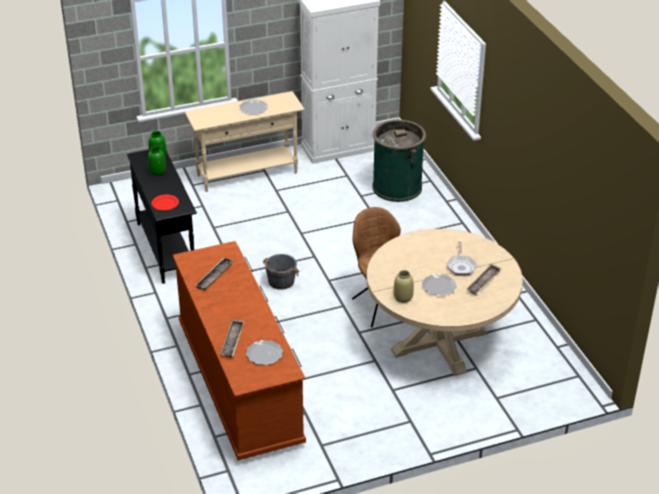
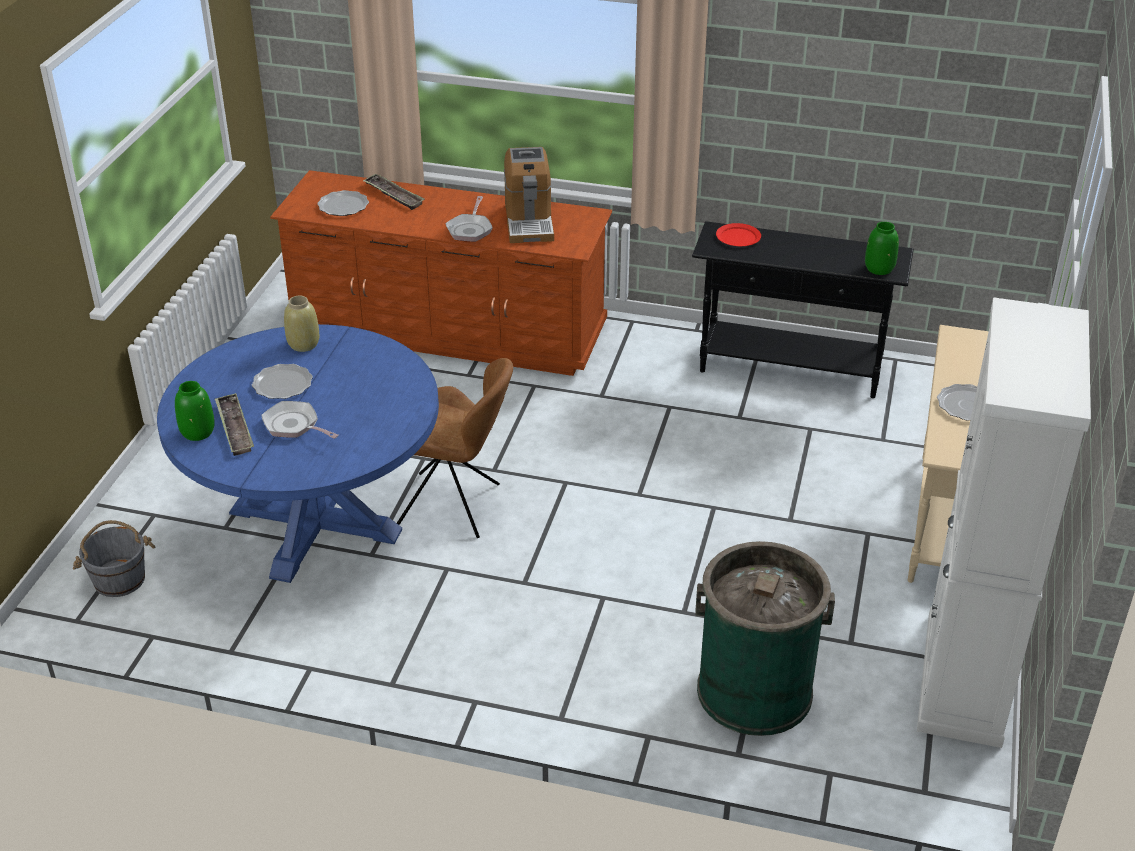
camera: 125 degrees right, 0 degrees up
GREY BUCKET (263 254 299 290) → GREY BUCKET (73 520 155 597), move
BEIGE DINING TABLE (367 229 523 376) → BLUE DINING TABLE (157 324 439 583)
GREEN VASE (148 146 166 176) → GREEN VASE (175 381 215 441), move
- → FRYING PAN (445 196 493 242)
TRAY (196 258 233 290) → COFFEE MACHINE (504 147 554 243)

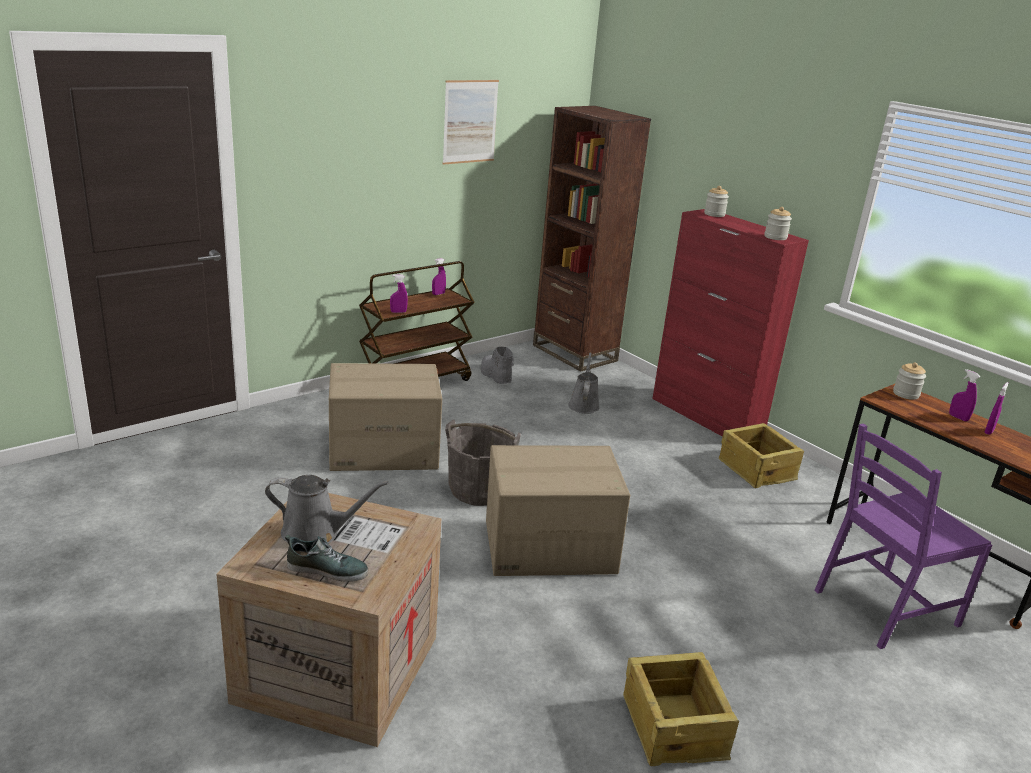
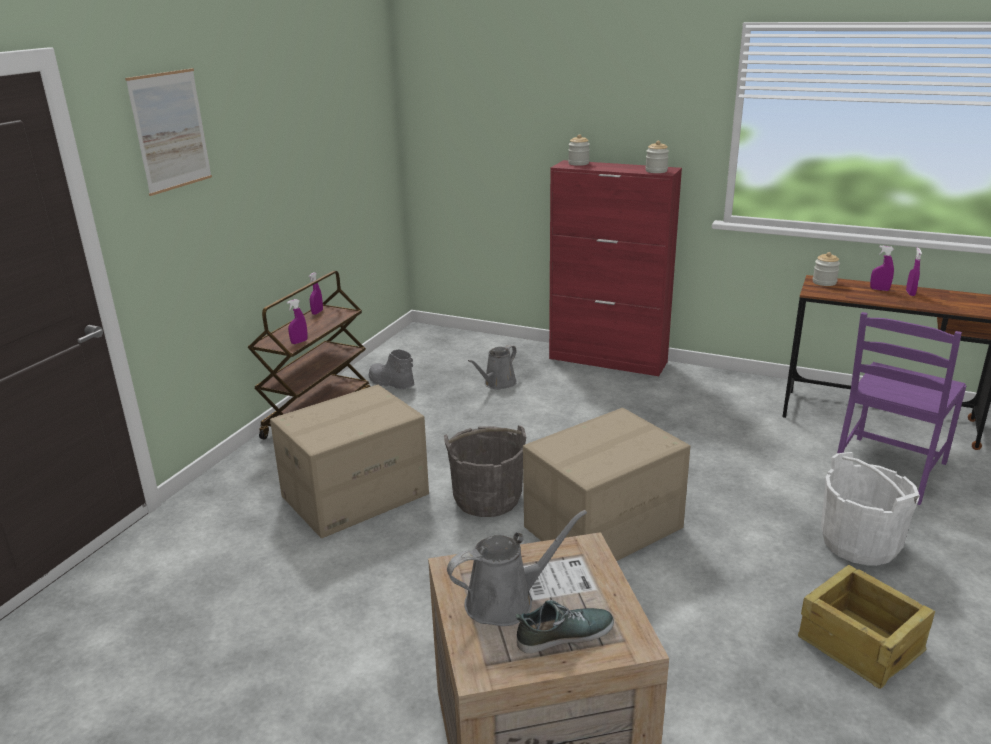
camera: 25 degrees left, 0 degrees up
PICTURE (442 80 499 165) → PICTURE (125 68 212 196), move
GREY WATERING CAN (568 352 600 414) → GREY WATERING CAN (468 345 517 389), 120 degrees counterclockwise
- → WHITE BUCKET (821 452 920 566)
BROWN BOOKCASE (533 106 651 372) → -
CRATE (719 423 804 488) → -

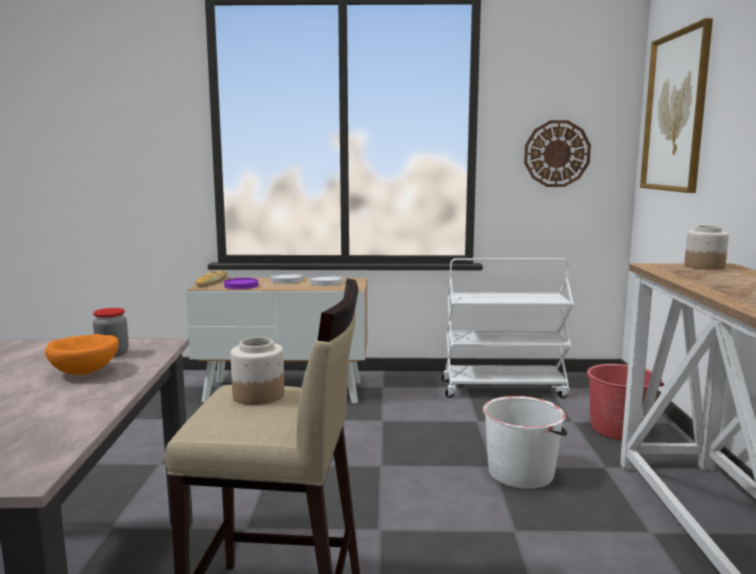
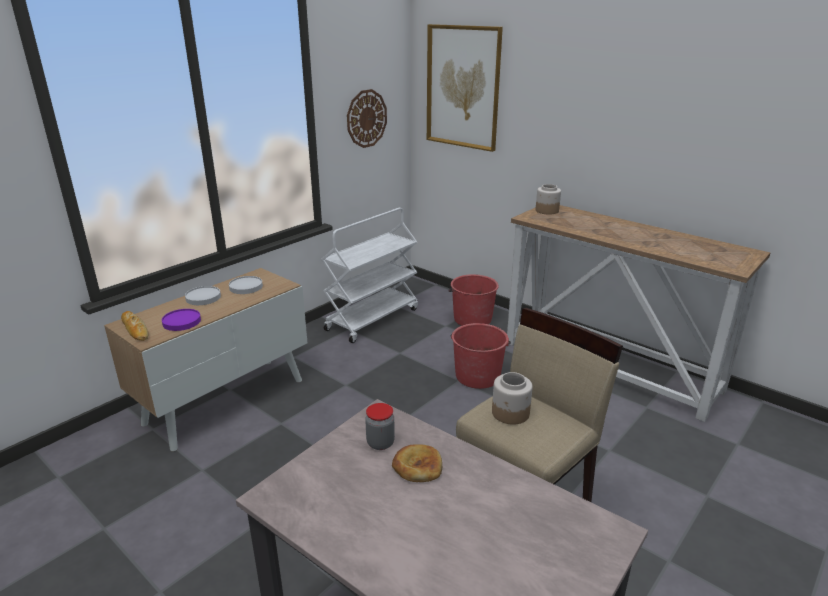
camera: 50 degrees left, 15 degrees up
ORANGE BOWL (45 334 119 375) → BREAD (392 444 442 482)
WHITE BUCKET (483 396 567 489) → RED BUCKET (450 323 511 389)

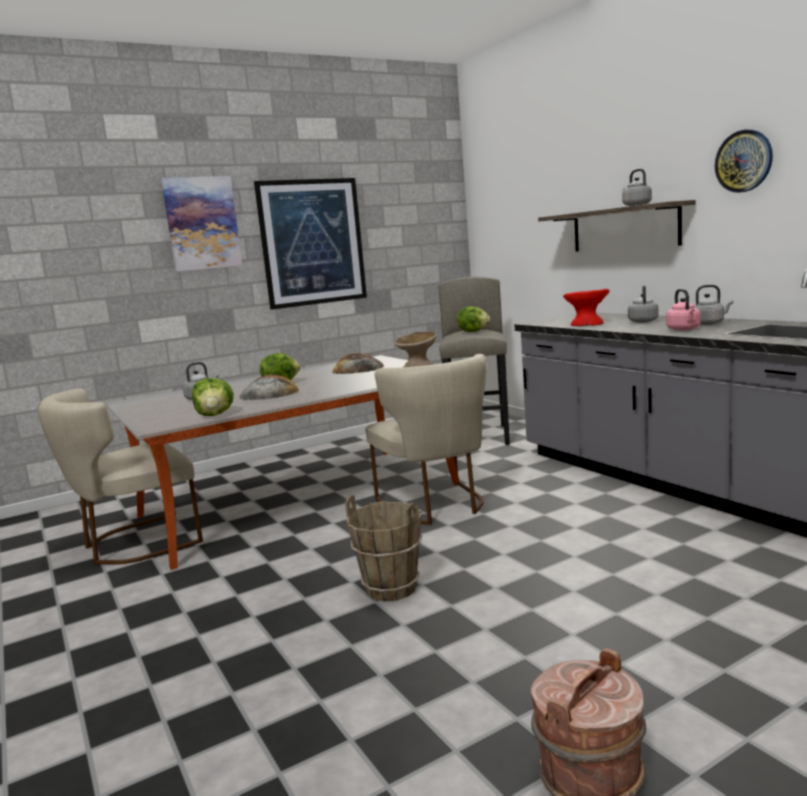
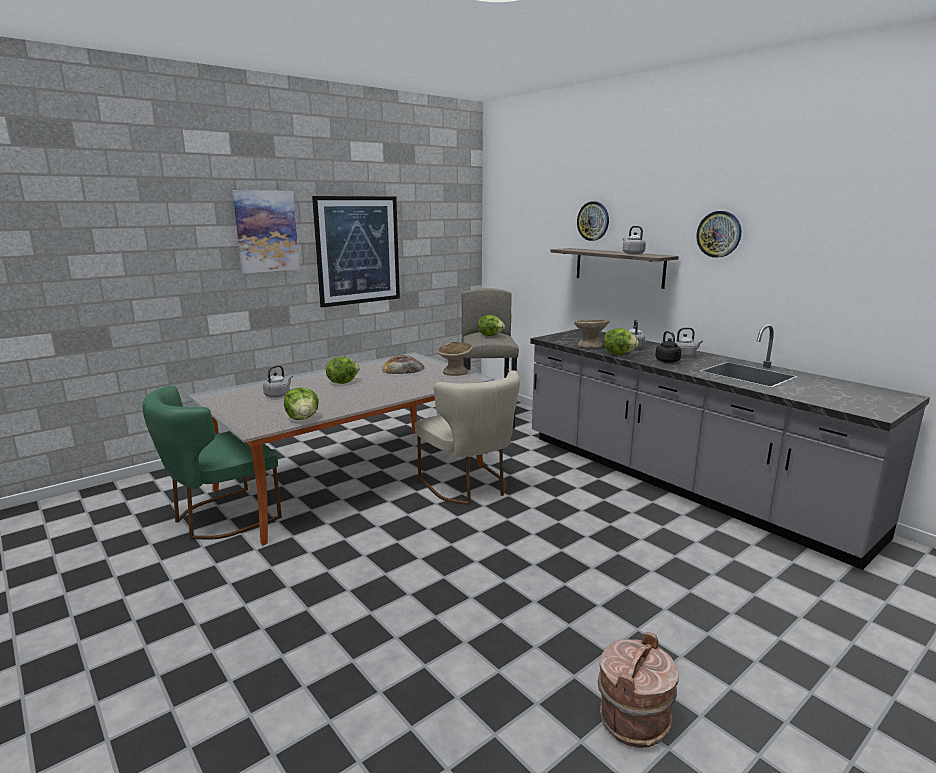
camera: 10 degrees left, 5 degrees up
BEIGE CHAIR (37 388 203 564) → GREEN CHAIR (142 385 282 539)
RED BOWL (563 289 610 326) → BEIGE BOWL (574 320 610 348)
- → WALL CLOCK (577 201 609 241)
- → LETTUCE (604 328 639 355)
PINK KETTLE (666 289 701 330) → BLACK KETTLE (655 331 682 363)
BREAD (239 375 299 400) → -
BROWN BUCKET (345 495 423 602) → -

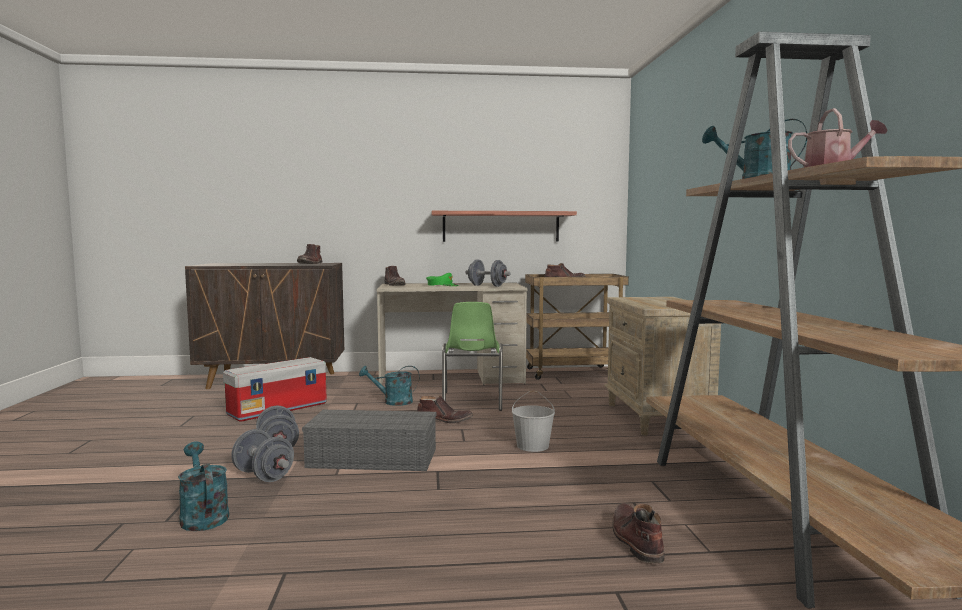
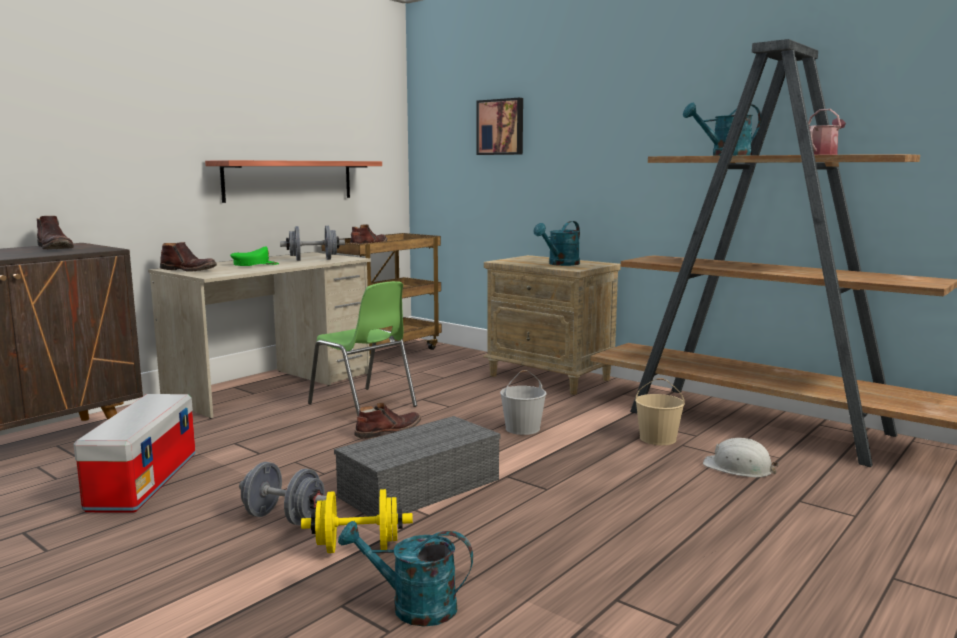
camera: 45 degrees left, 5 degrees up
GREY DUMBBELL (231 429 294 482) → YELLOW DUMBBELL (301 489 413 553)
- → PICTURE (476 98 523 155)
TURQUOISE WATERING CAN (359 366 420 406) → TURQUOISE WATERING CAN (533 221 580 266), move
- → BEIGE BUCKET (635 378 685 445)
BROWN BOOT (612 503 665 563) → WHITE HARD HAT (703 438 779 478)

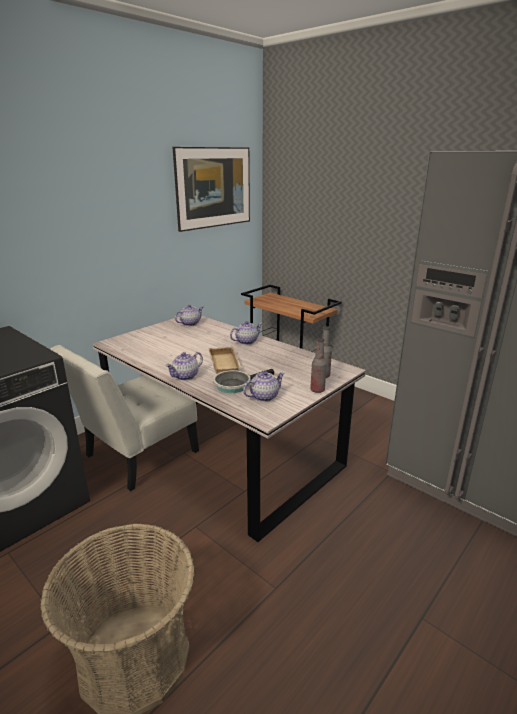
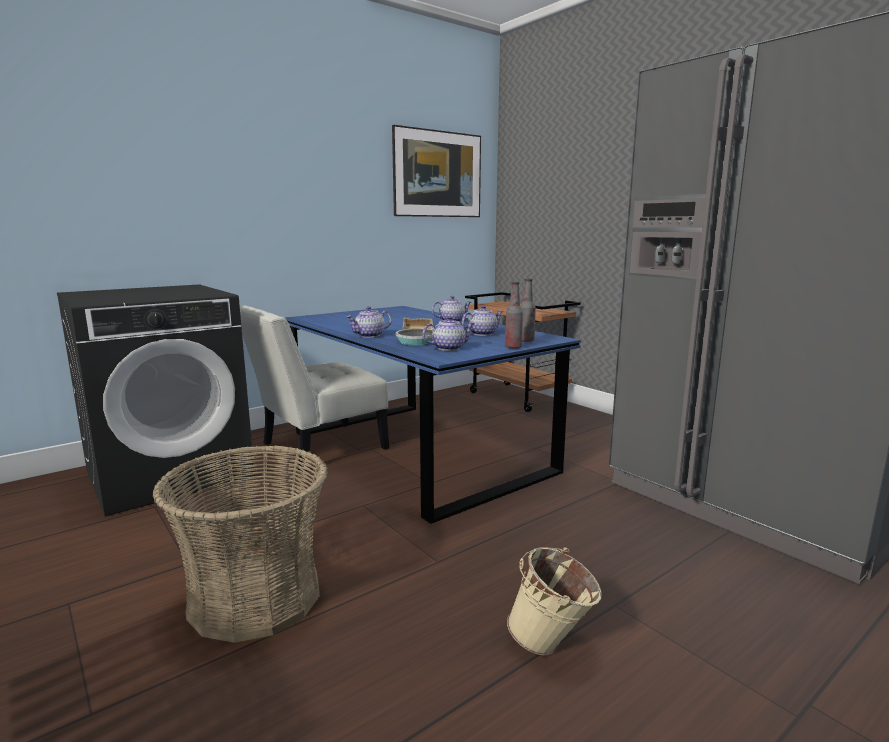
camera: 10 degrees right, 10 degrees down
GREY DINING TABLE (92 316 366 542) → BLUE DINING TABLE (285 306 581 524)
TEAPOT (175 305 203 326) → TEAPOT (462 305 503 336), move
- → BEIGE BUCKET (507 547 602 655)

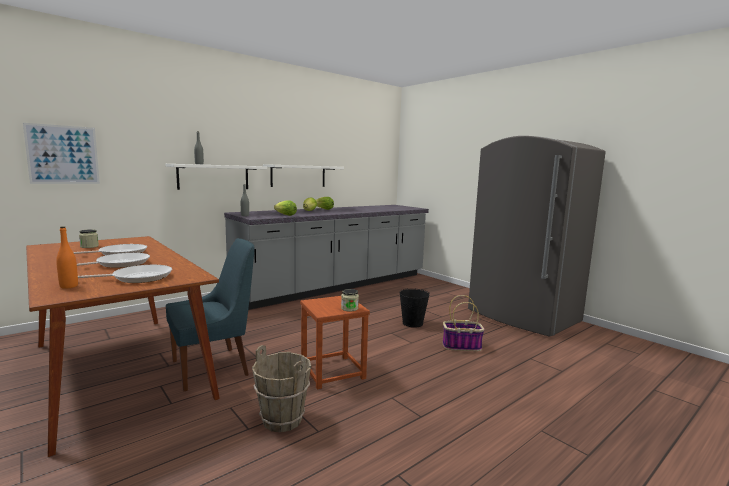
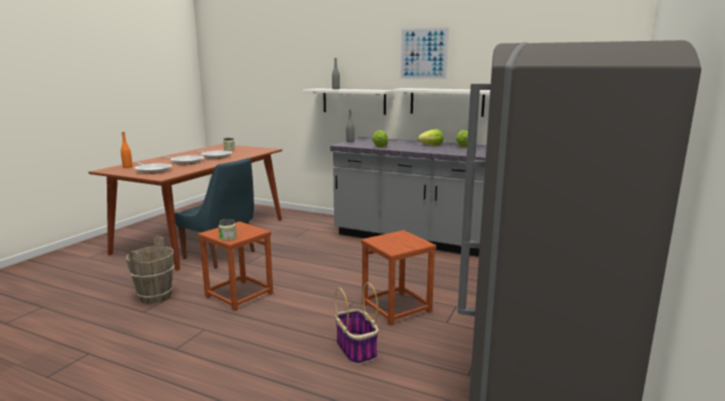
camera: 65 degrees right, 5 degrees up
BLACK BUCKET (399 288 430 328) → BROWN STOOL (361 230 436 326)
PICTURE (23 123 100 184) → PICTURE (400 27 449 80), move

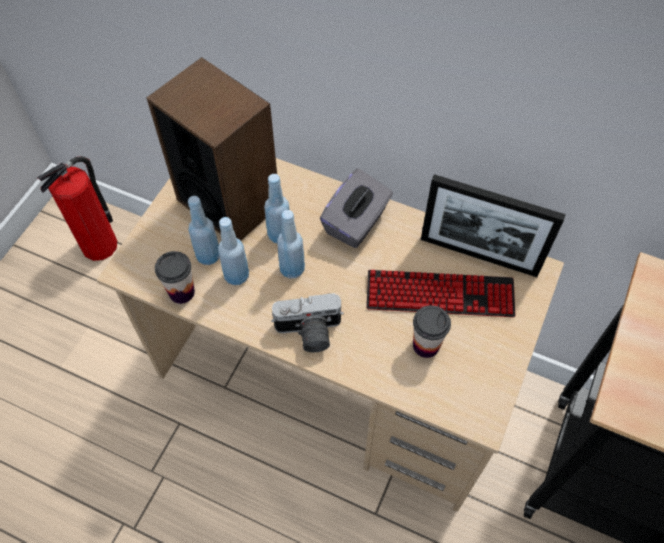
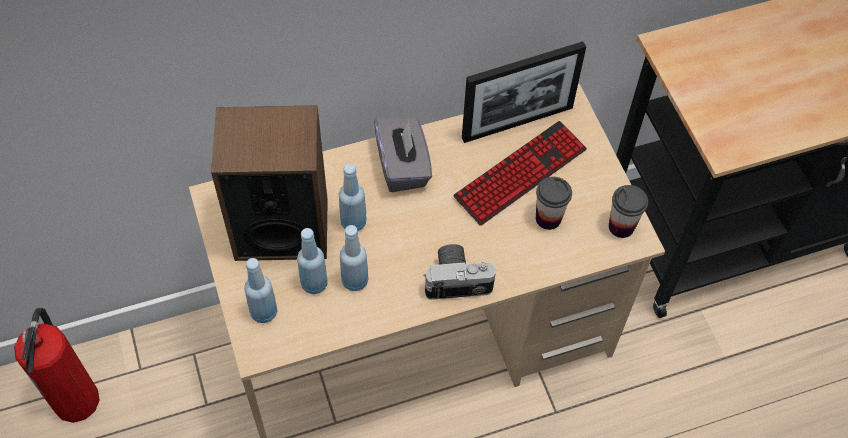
camera: 45 degrees left, 0 degrees up
BLUE BOTTLE (277 210 305 278) → BLUE BOTTLE (244 258 278 323), move
PHOTO CAMERA (271 293 344 352) → PHOTO CAMERA (423 244 496 300), 135 degrees counterclockwise
CUP (155 251 195 304) → CUP (609 185 648 238), move

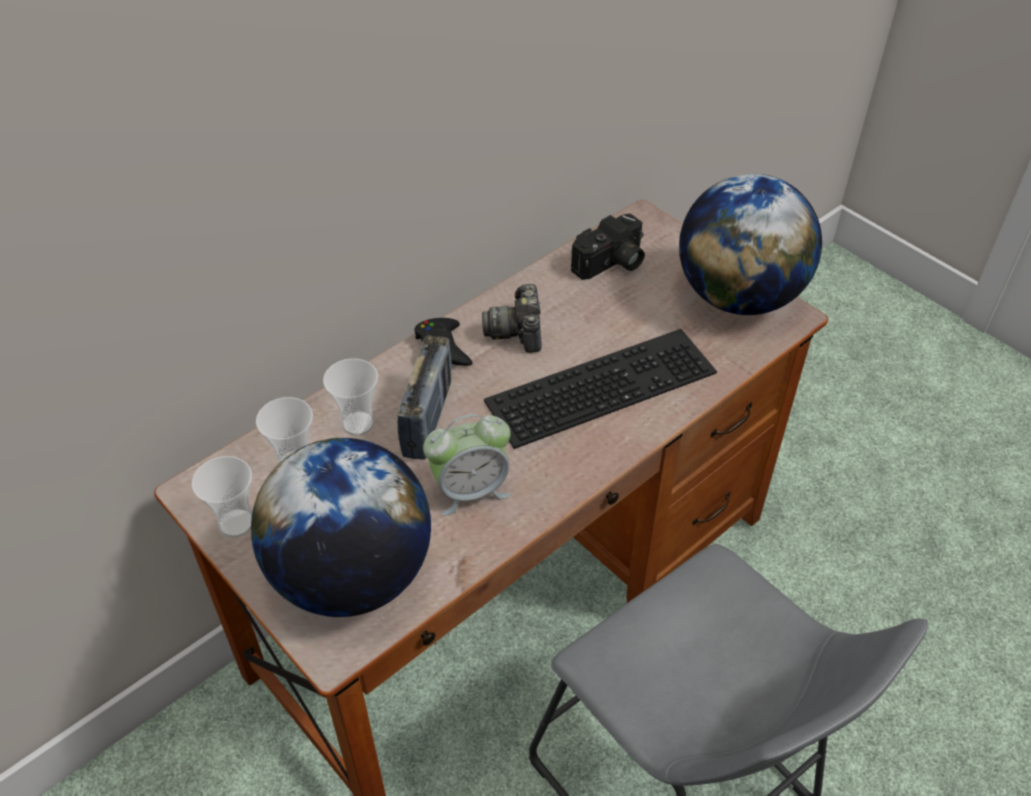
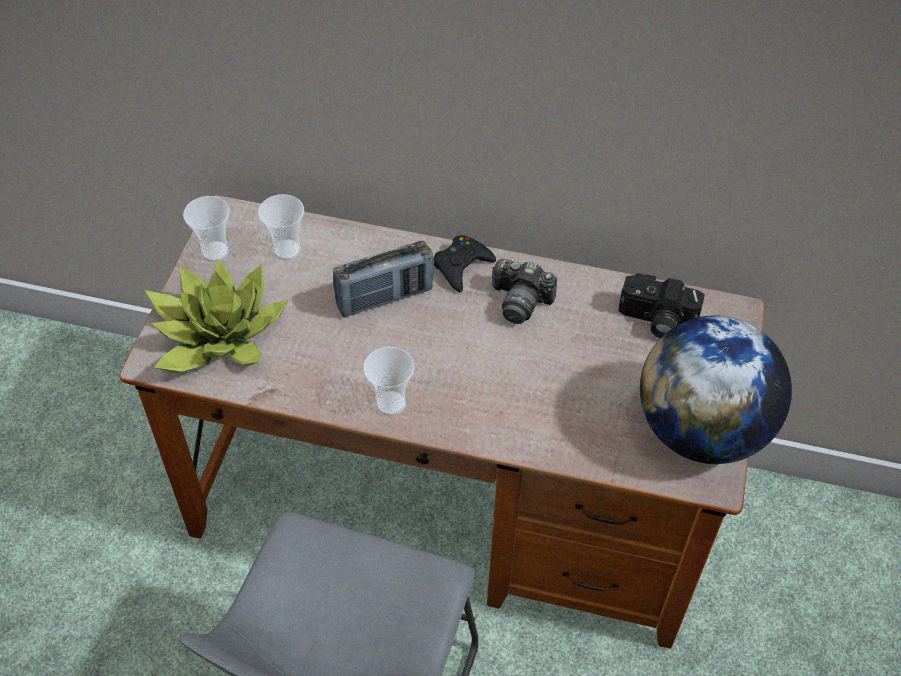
camera: 55 degrees right, 5 degrees up
GLOBE (251 438 431 617) → POTTED PLANT (145 259 289 373)
CUP (323 358 378 436) → CUP (363 347 414 416), move
PHOTO CAMERA (482 284 542 353) → PHOTO CAMERA (491 259 557 324), 120 degrees counterclockwise
ALARM CLOCK (423 414 511 516) → -
KEYBOARD (484 329 717 449) → -

